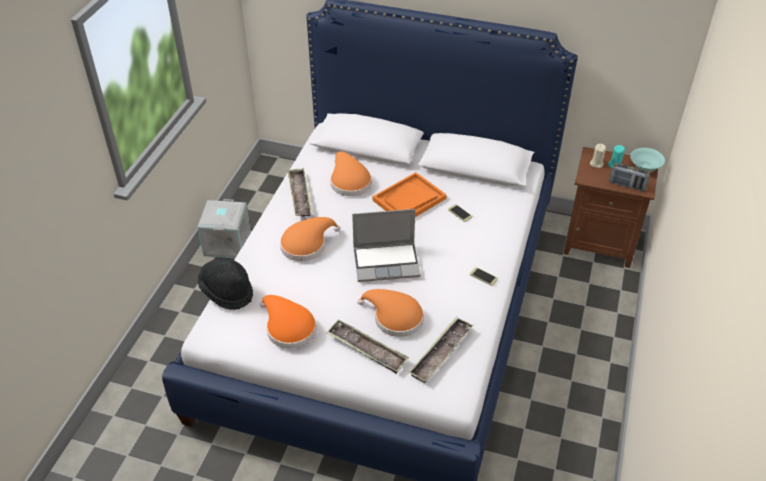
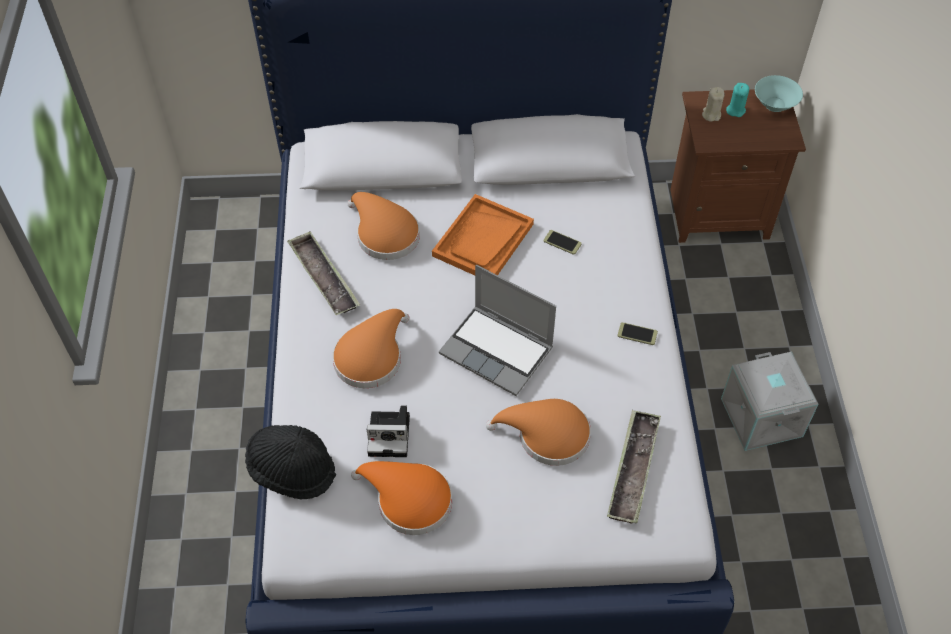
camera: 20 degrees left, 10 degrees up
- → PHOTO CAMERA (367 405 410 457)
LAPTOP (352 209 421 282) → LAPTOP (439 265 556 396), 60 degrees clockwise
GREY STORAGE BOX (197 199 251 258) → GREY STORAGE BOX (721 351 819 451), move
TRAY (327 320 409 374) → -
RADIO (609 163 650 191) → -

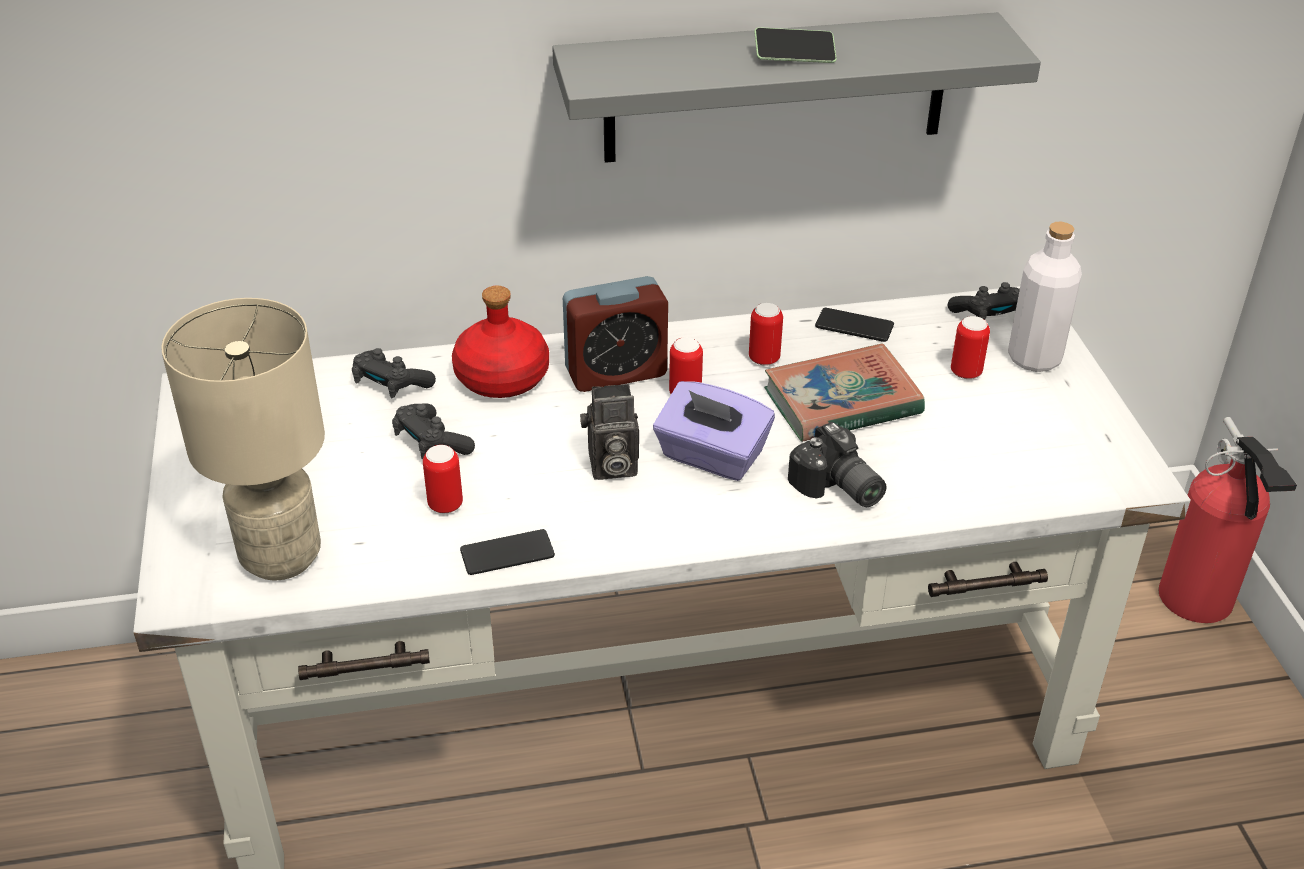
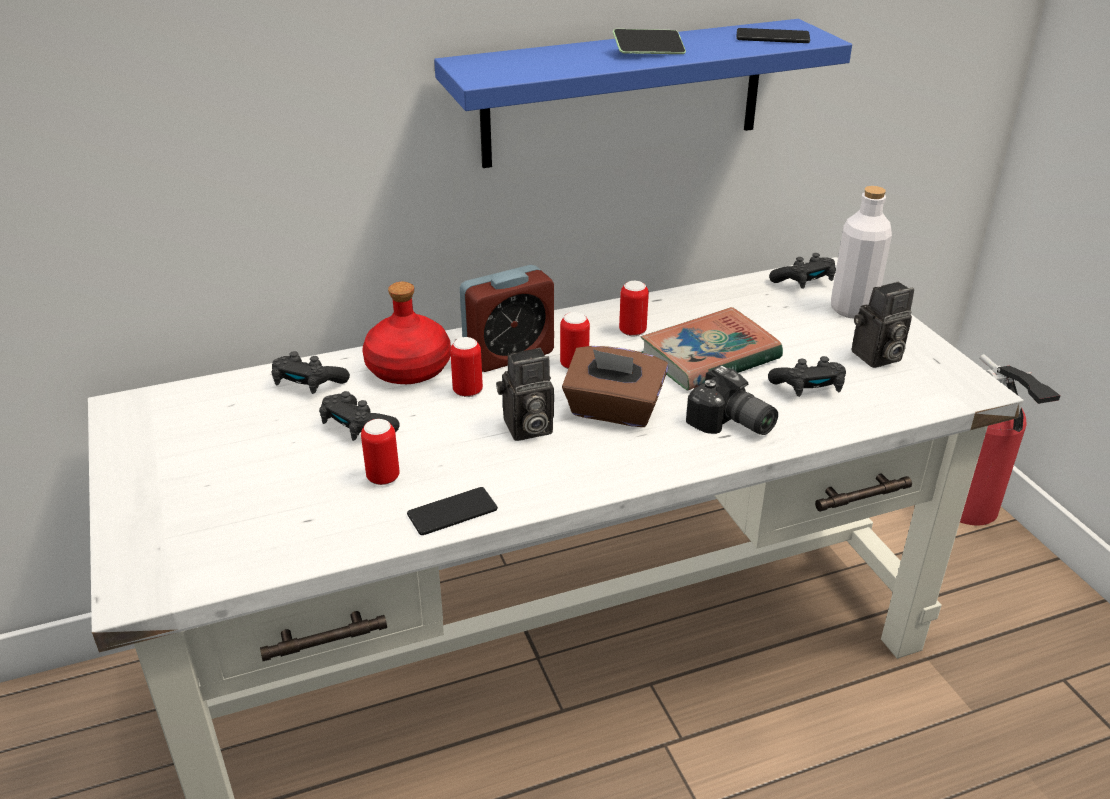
camera: 10 degrees left, 5 degrees down
GREY SHELF (552 12 1041 163) → BLUE SHELF (434 19 852 168)
CAN (951 316 990 379) → CAN (450 337 483 397), move
PURPLE TISSUE BOX (653 381 775 481) → BROWN TISSUE BOX (562 346 668 427)
PHONE (815 308 894 342) → PHONE (736 28 810 43), move
- → BLACK GAME CONTROLLER (768 356 846 397)
- → PHOTO CAMERA (852 282 914 368)
BEIGE TABLE LAMP (161 298 325 581) → -

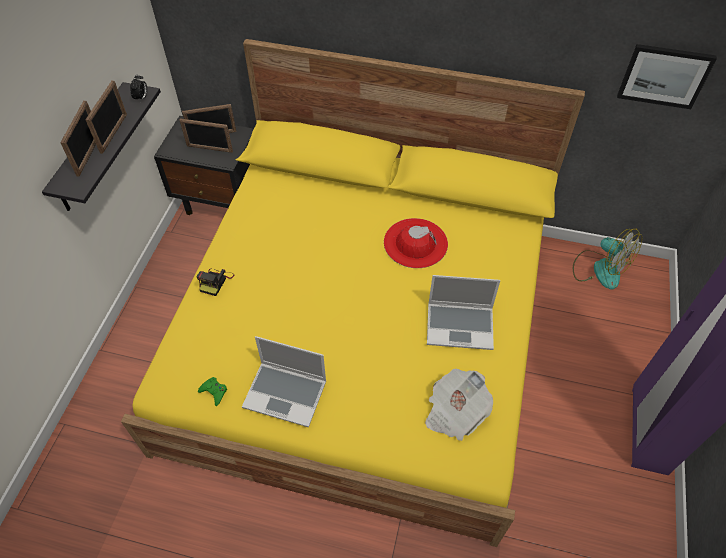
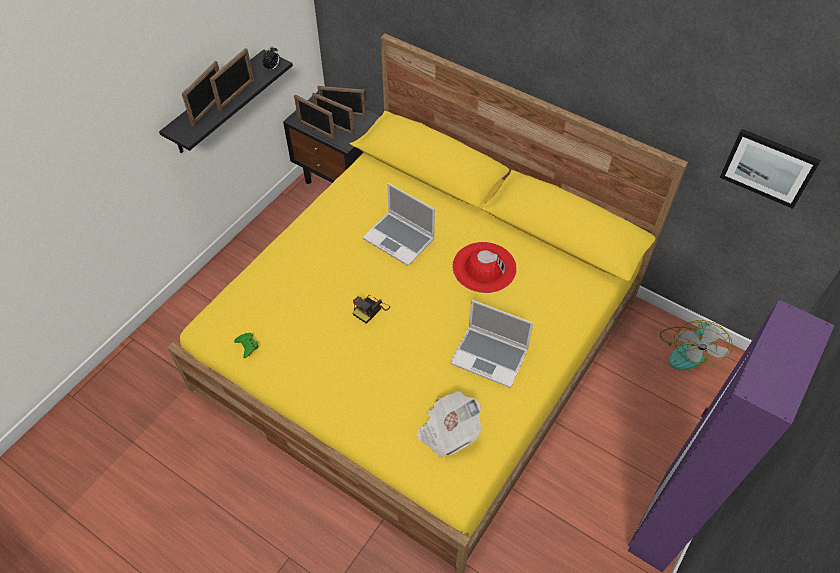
camera: 20 degrees right, 0 degrees up
- → PICTURE FRAME (294 95 335 140)
PHOTO CAMERA (196 269 234 296) → PHOTO CAMERA (353 295 390 324), move
LAPTOP (242 336 326 427) → LAPTOP (363 183 435 266), move
FAN (573 229 642 289) → FAN (660 320 733 370), 45 degrees clockwise

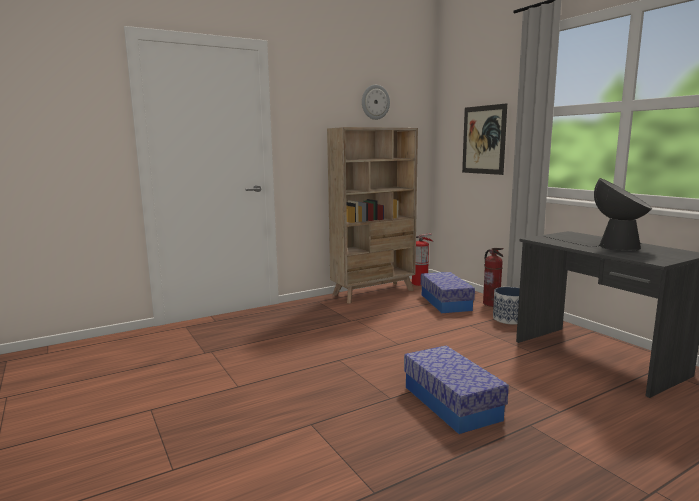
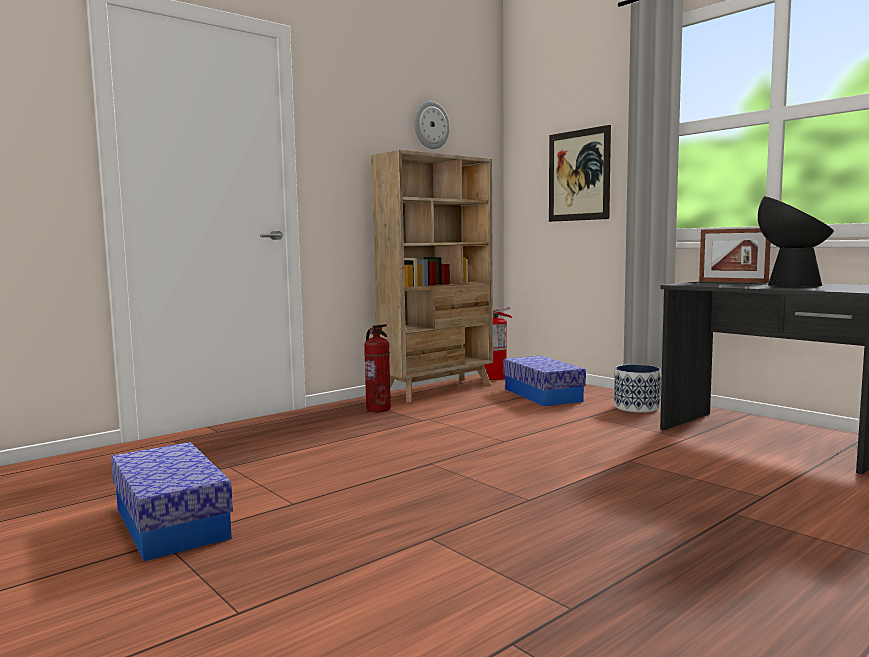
camera: 10 degrees left, 5 degrees down
STORAGE BOX (404 346 509 434) → STORAGE BOX (111 442 233 561), move
FIRE EXTINGUISHER (483 248 503 307) → FIRE EXTINGUISHER (364 324 391 412), move
- → PICTURE FRAME (699 228 771 283)

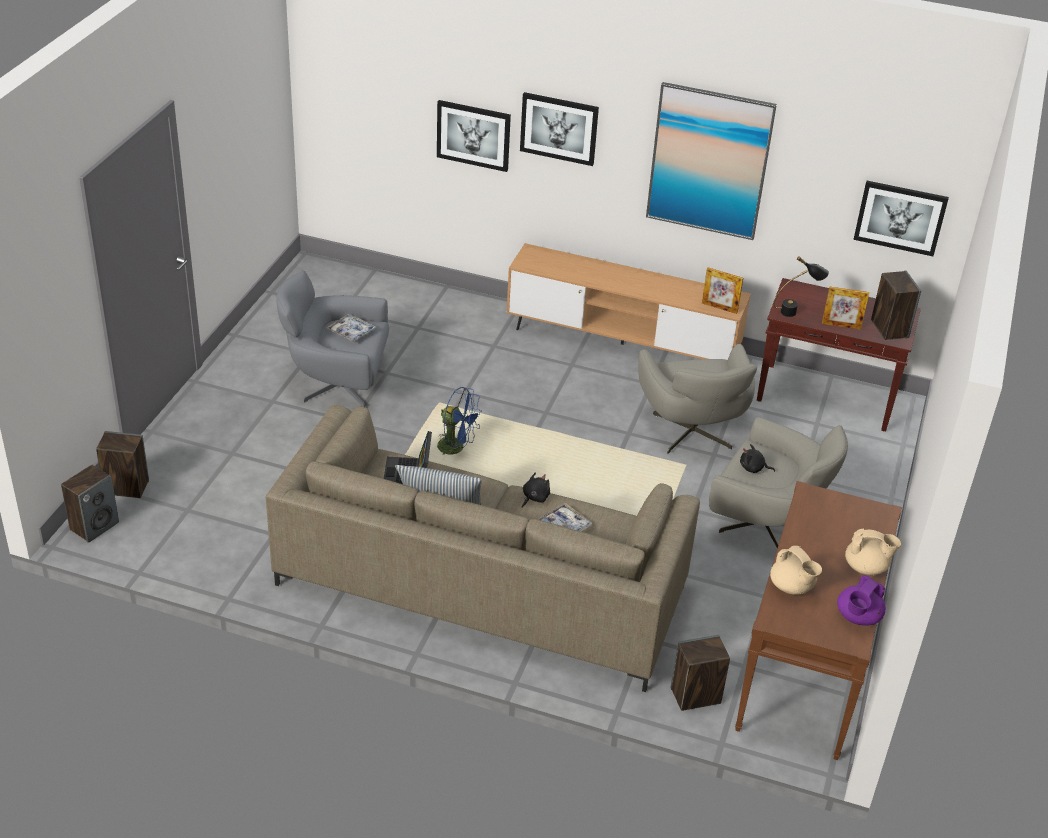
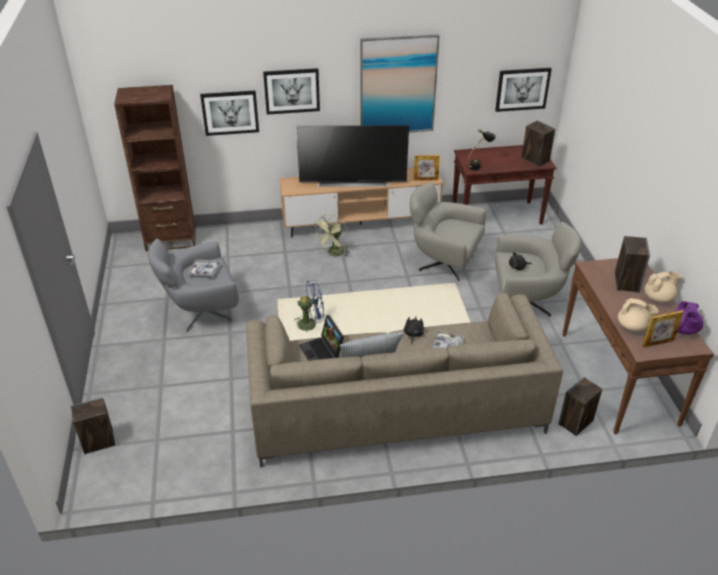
camera: 25 degrees left, 0 degrees up
- → BROWN BOOKCASE (114 85 196 251)
- → TELEVISION (296 125 409 187)
- → GREEN FAN (313 214 350 257)
GREY ARMCHAIR (638 344 757 454) → GREY ARMCHAIR (410 182 486 281), 150 degrees clockwise
SPEAKER (61 465 119 543) → SPEAKER (615 236 650 293), move
PICTURE FRAME (822 286 869 330) → PICTURE FRAME (642 310 684 347), move

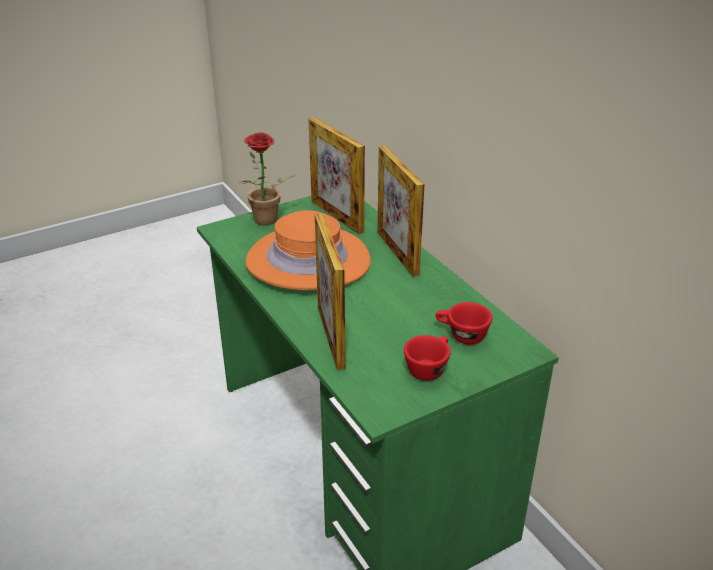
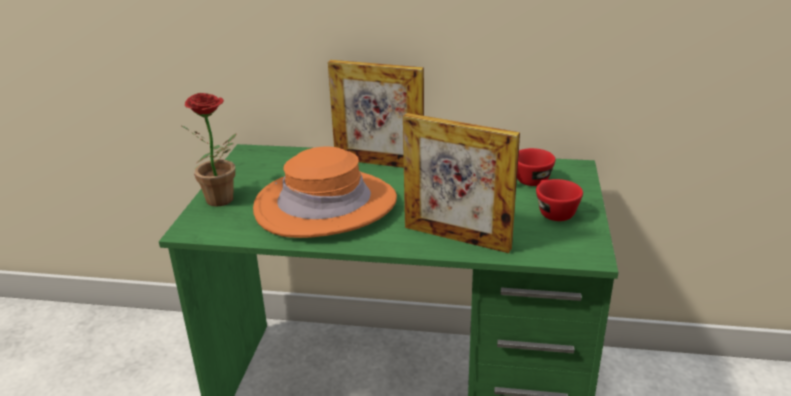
camera: 50 degrees left, 5 degrees down
PICTURE FRAME (308 117 365 234) → -

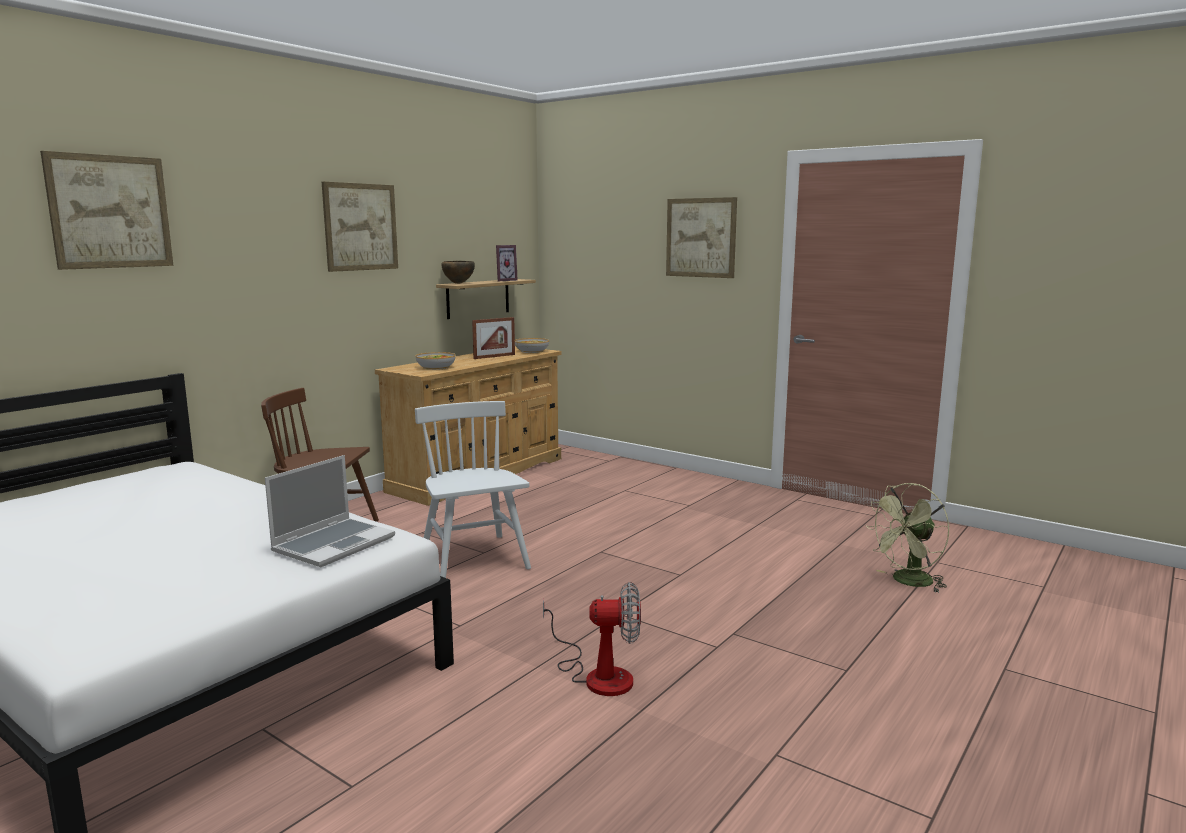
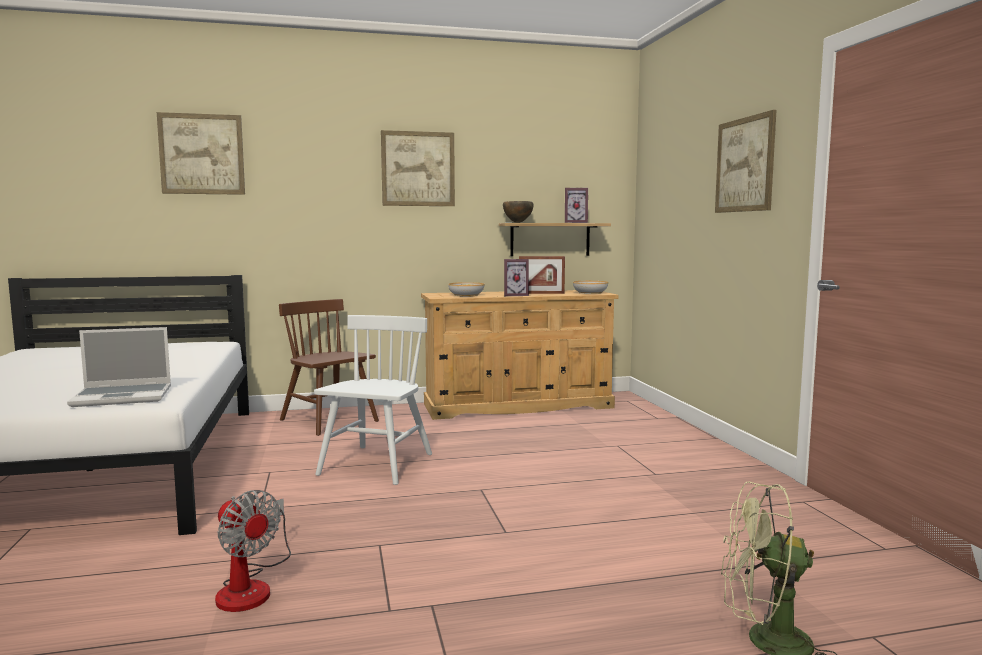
camera: 40 degrees right, 5 degrees down
- → PICTURE FRAME (504 259 529 296)

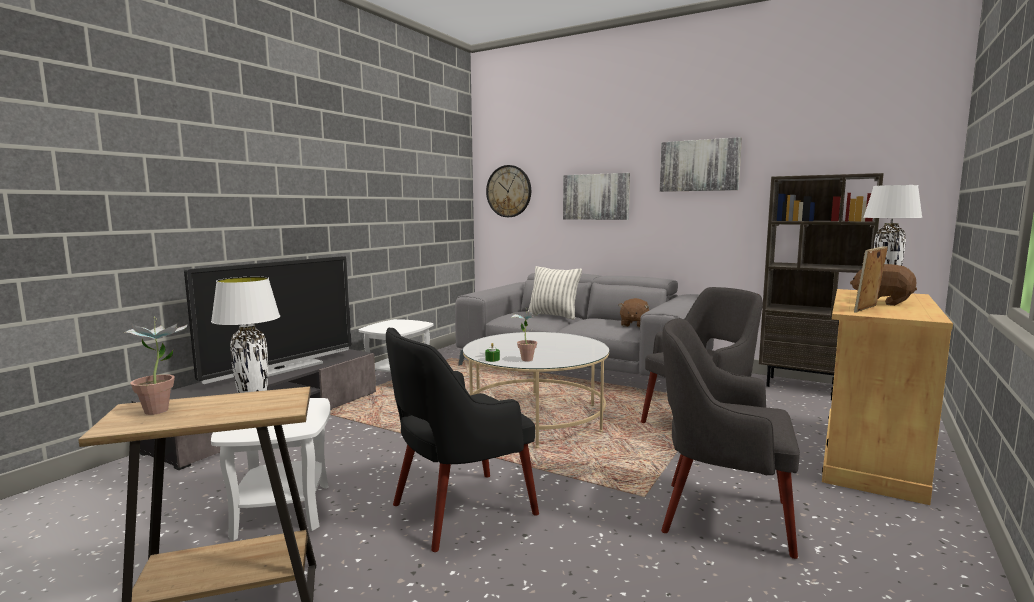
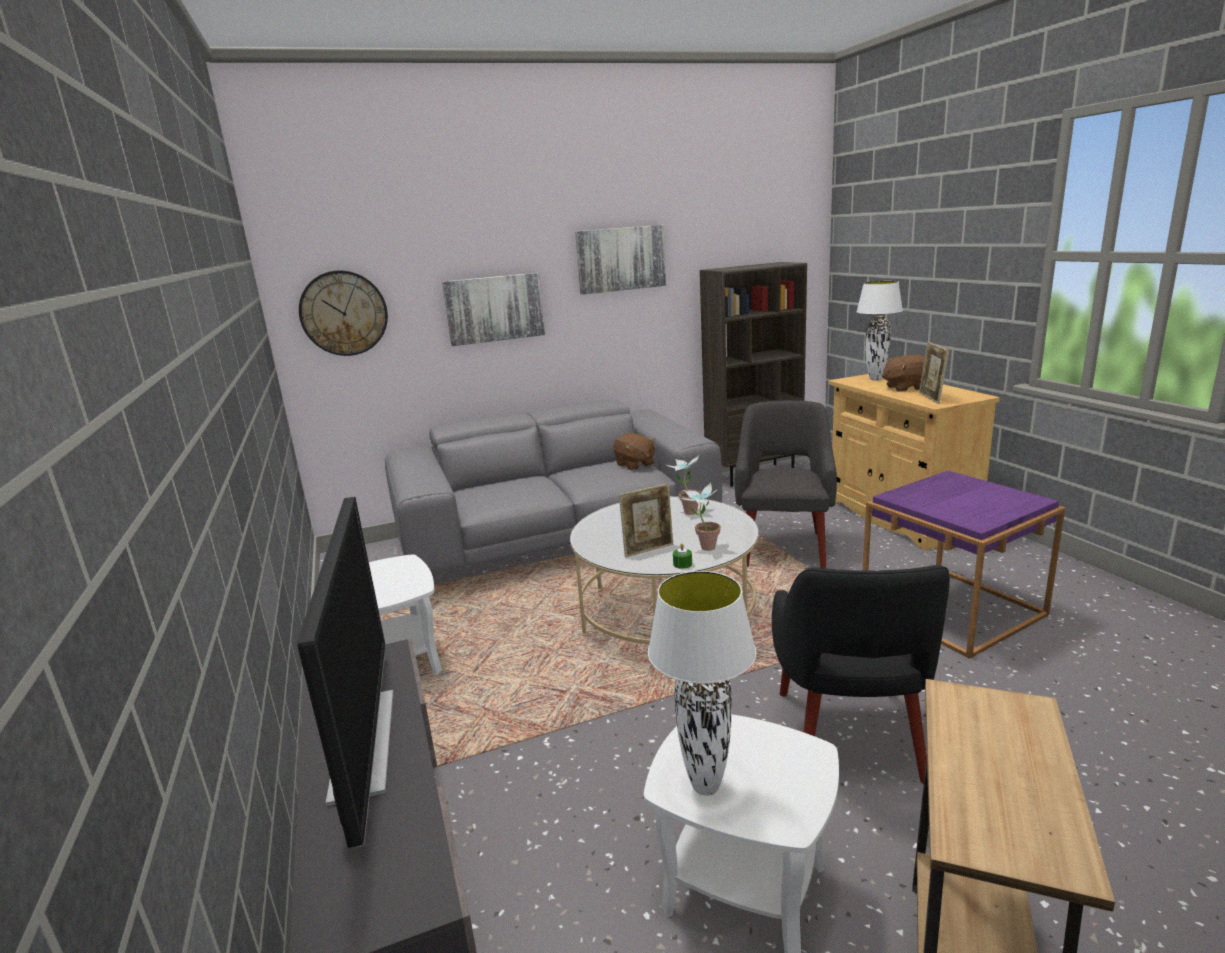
camera: 50 degrees left, 10 degrees up
- → PICTURE FRAME (619 484 673 557)
POTTED PLANT (124 317 187 415) → POTTED PLANT (666 455 701 515), move
GREY ARMCHAIR (661 318 800 559) → PURPLE SIDE TABLE (863 471 1065 658)
PILLOW (527 266 582 320) → -

